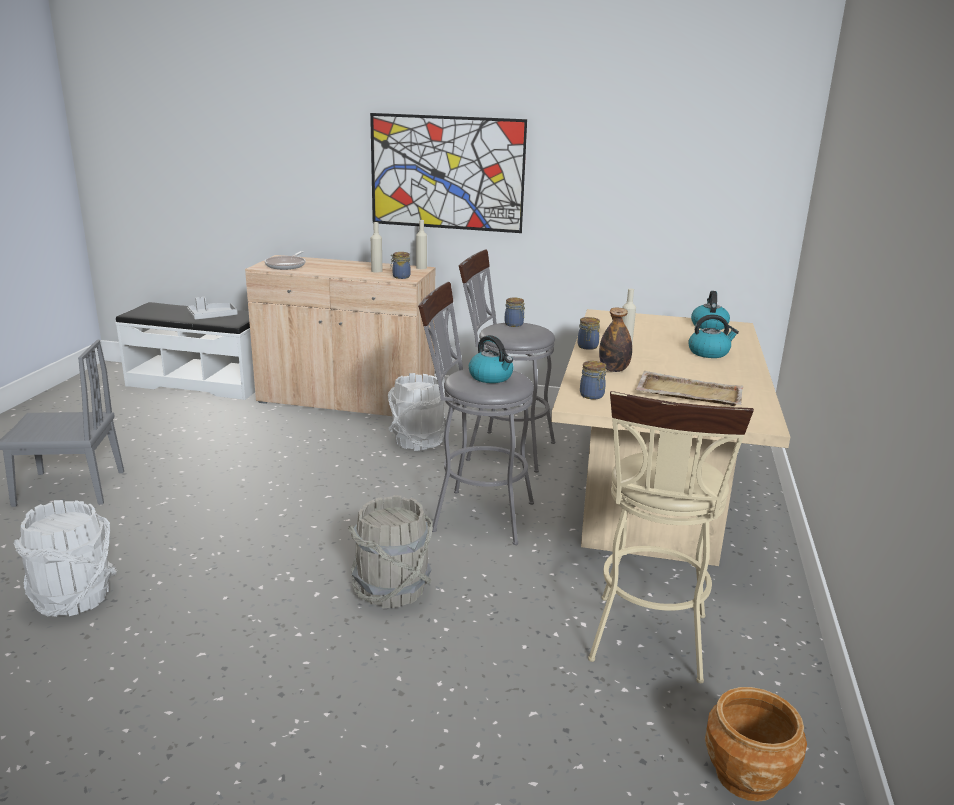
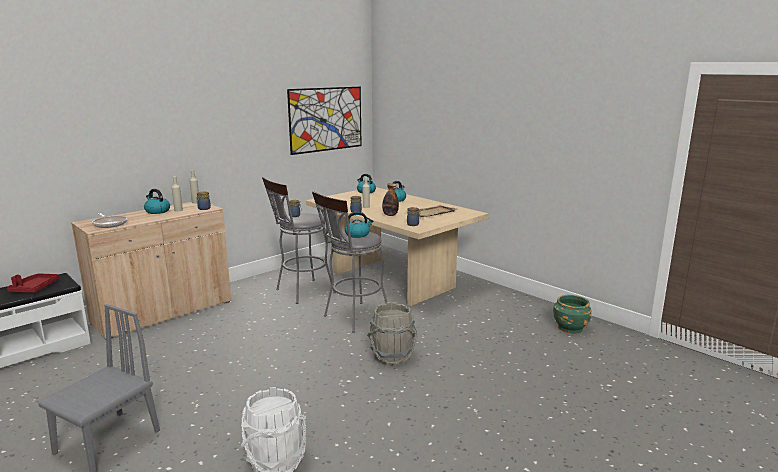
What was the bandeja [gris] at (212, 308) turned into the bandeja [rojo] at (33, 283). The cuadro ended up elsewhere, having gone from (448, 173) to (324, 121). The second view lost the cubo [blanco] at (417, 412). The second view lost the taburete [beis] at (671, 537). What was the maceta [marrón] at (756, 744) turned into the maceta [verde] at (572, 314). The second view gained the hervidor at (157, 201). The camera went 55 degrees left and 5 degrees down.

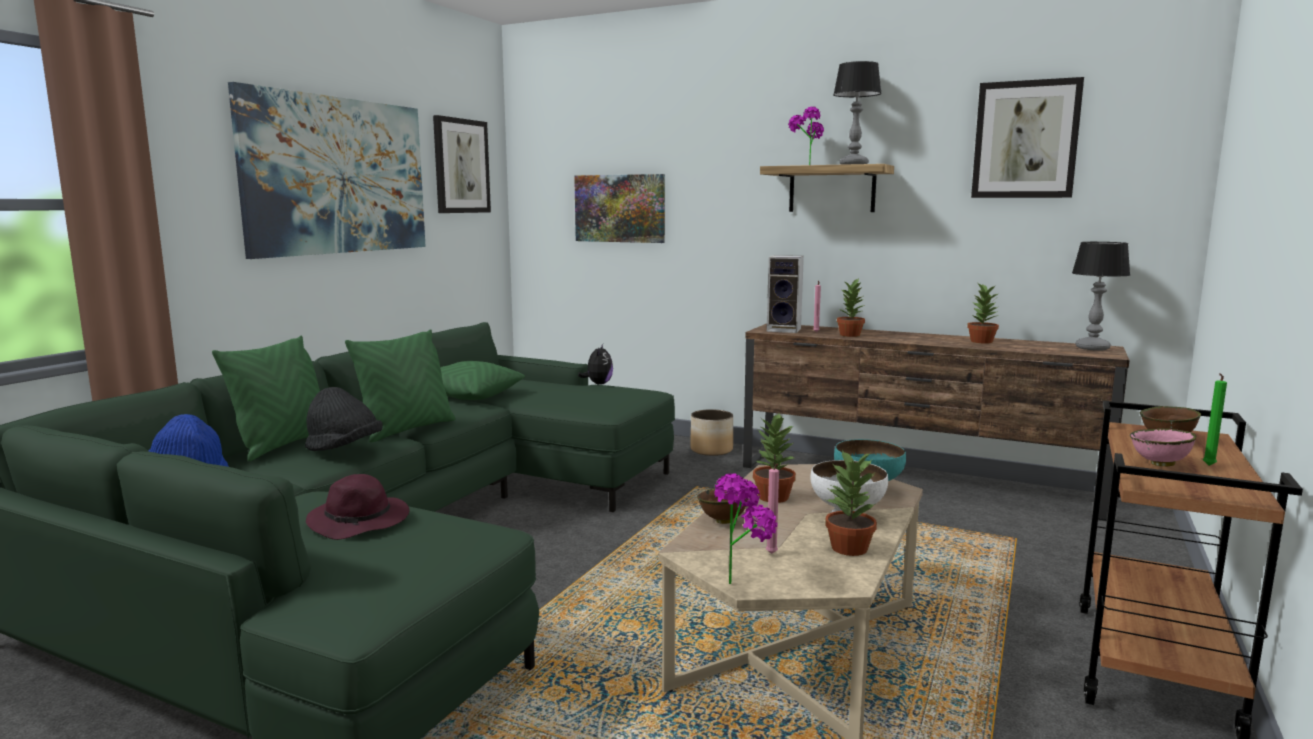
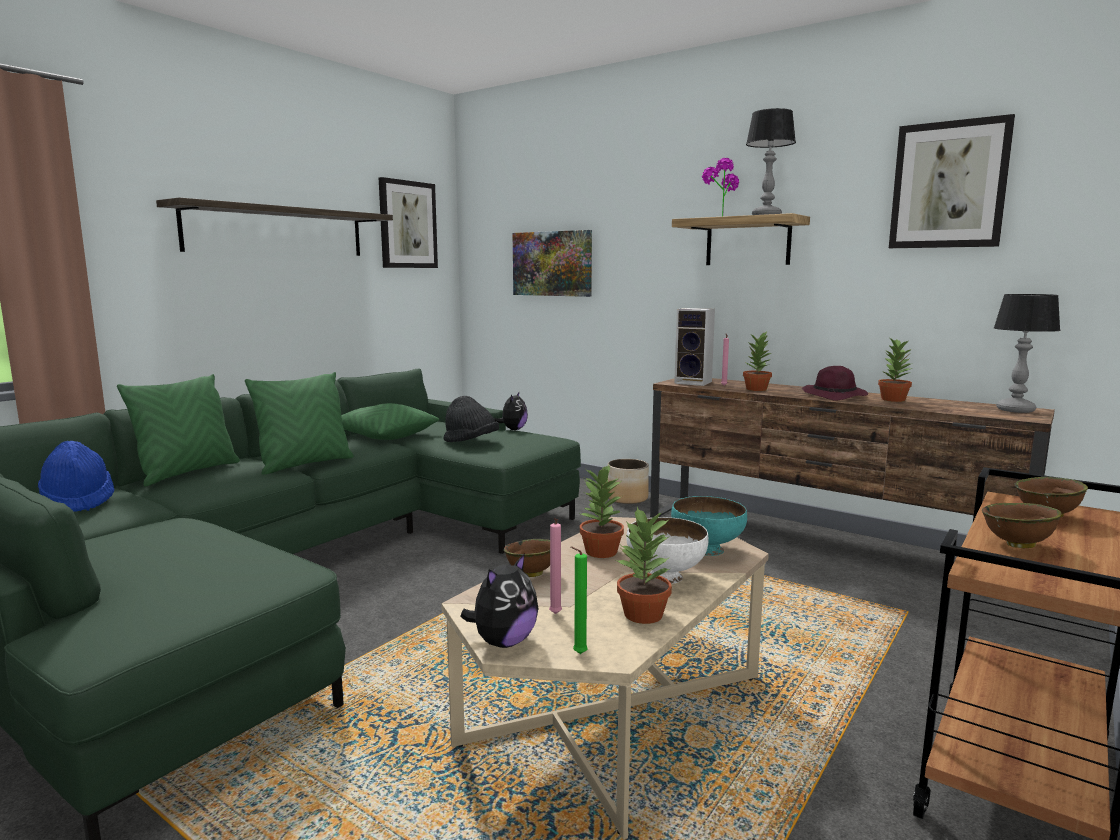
Where the cuadro hung at (327, 170), the estante came to hang at (274, 226). The sombrero [negro] ended up elsewhere, having gone from (344, 419) to (471, 419). The sombrero [morado] ended up elsewhere, having gone from (358, 507) to (835, 383). Where the planta en maceta stood at (745, 528), the peluche came to stand at (499, 600). What was the cuenco [rosa] at (1163, 447) turned into the cuenco [marrón] at (1022, 525). The vela [verde] ended up elsewhere, having gone from (1215, 419) to (579, 600). The camera went 10 degrees right and 0 degrees up.

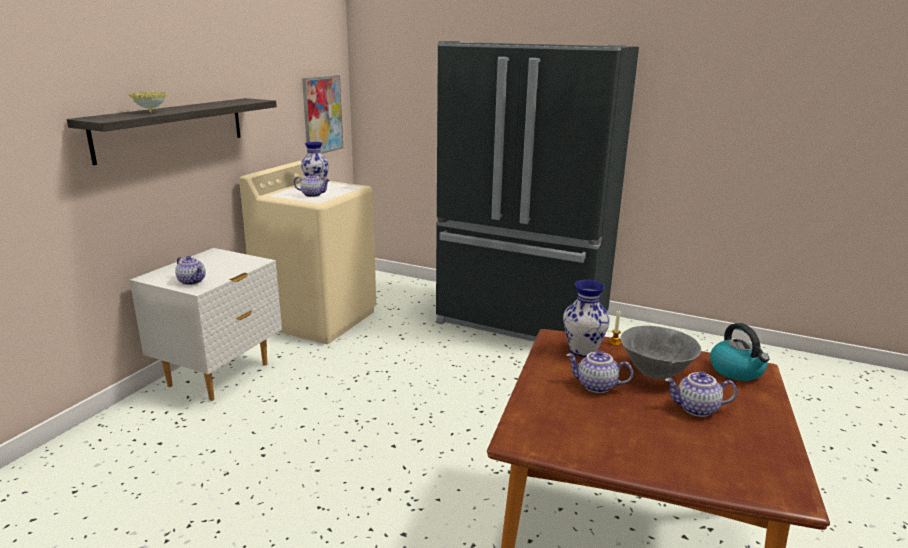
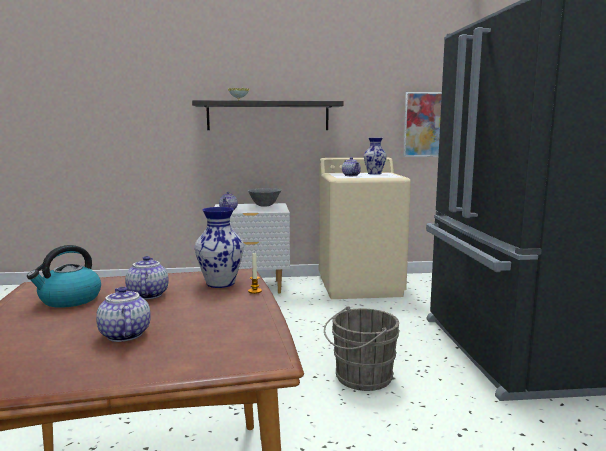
The cuenco [gris] ended up elsewhere, having gone from (660, 352) to (265, 197). The hervidor ended up elsewhere, having gone from (739, 352) to (64, 276). The second view gained the cubo [gris] at (362, 348). The camera went 60 degrees right and 10 degrees down.

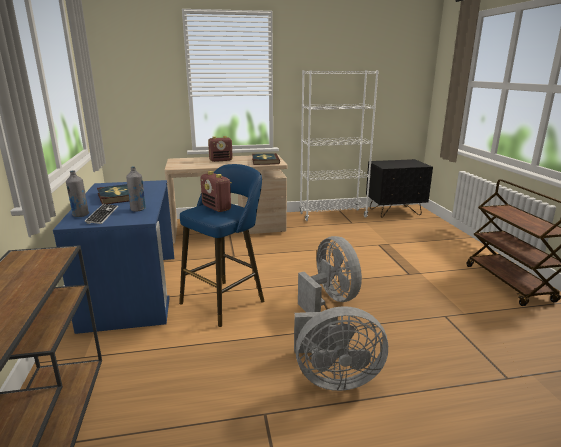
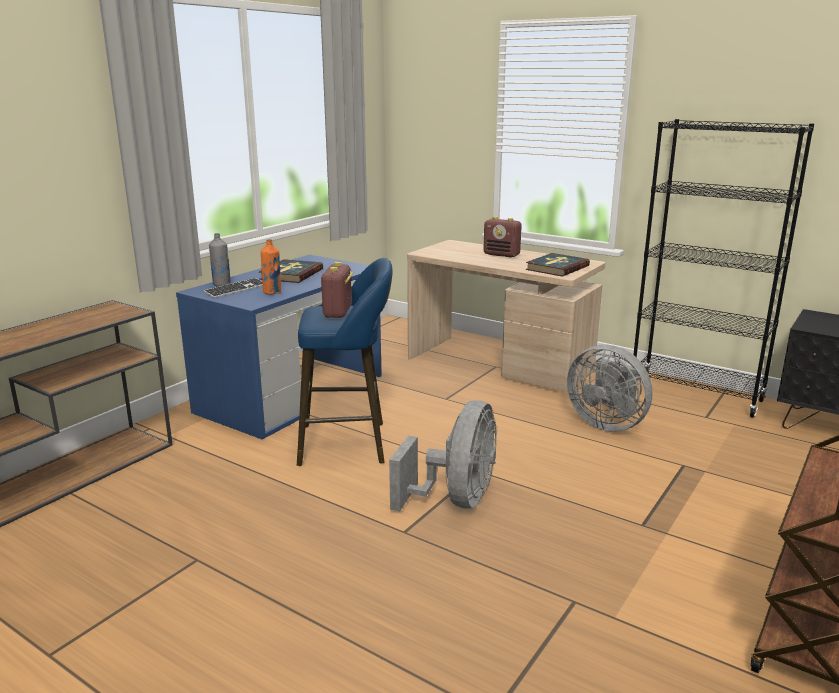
What was the botella [gris] at (136, 189) turned into the botella [naranja] at (271, 267). The ventilador [gris] ended up elsewhere, having gone from (341, 348) to (610, 388). What was the estantería [blanco] at (339, 145) turned into the estantería [negro] at (723, 268). The camera went 45 degrees right and 0 degrees up.

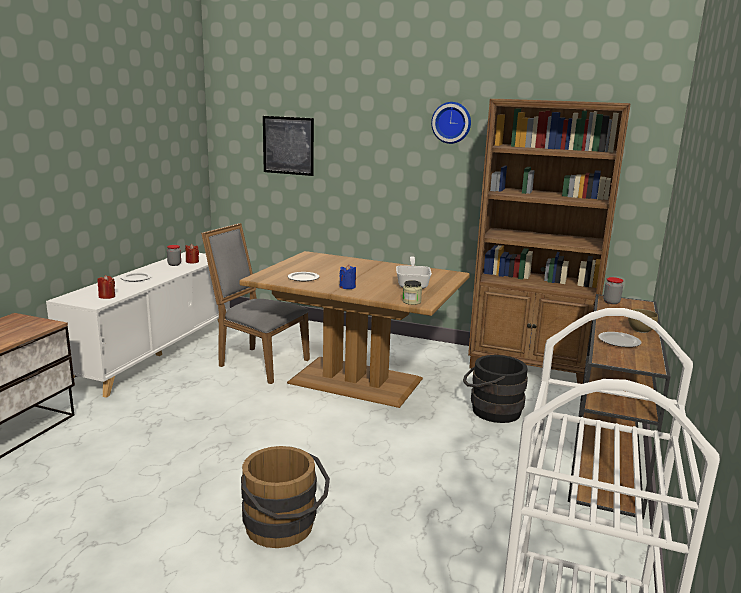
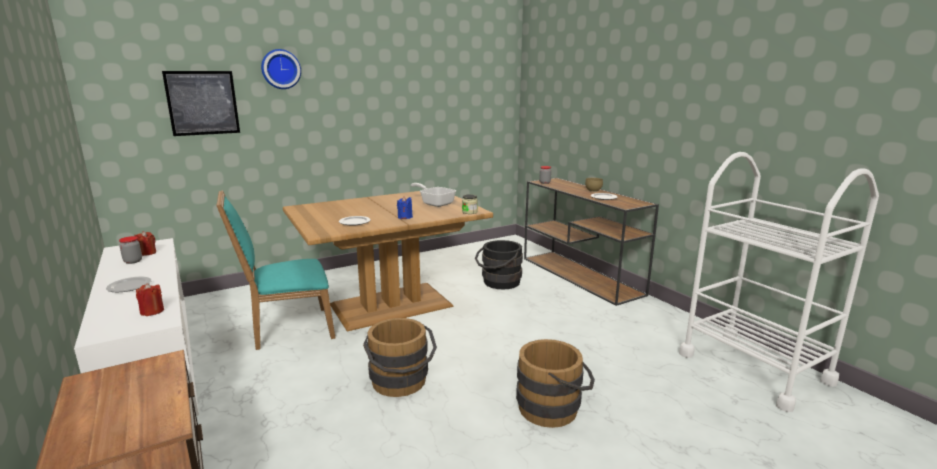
What was the silla [gris] at (255, 303) turned into the silla [turquesa] at (276, 270). The reloj de pared ended up elsewhere, having gone from (451, 123) to (281, 69). The second view lost the estantería [marrón] at (549, 241). The second view gained the cubo [marrón] at (400, 357). The camera went 50 degrees left and 0 degrees up.

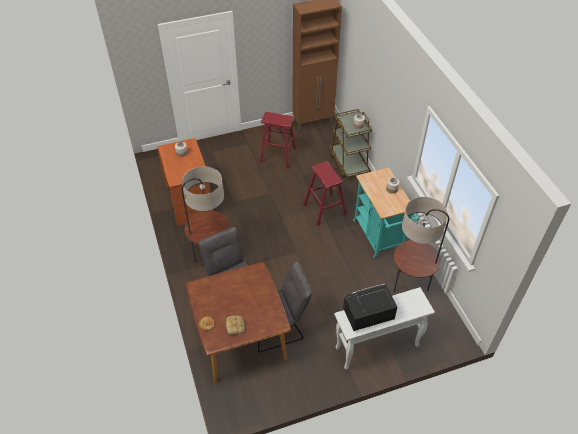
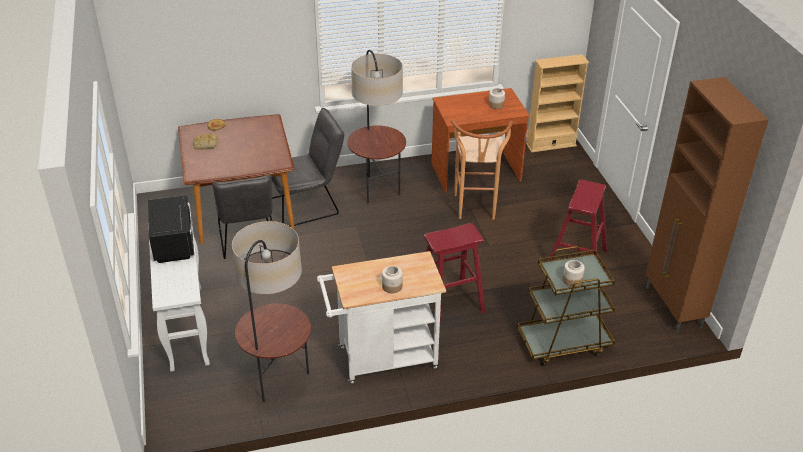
What was the carrito [turquesa] at (386, 212) turned into the carrito [blanco] at (381, 317). The second view gained the taburete [marrón] at (482, 170). The second view gained the estantería [beis] at (557, 103). The camera went 95 degrees right and 10 degrees down.

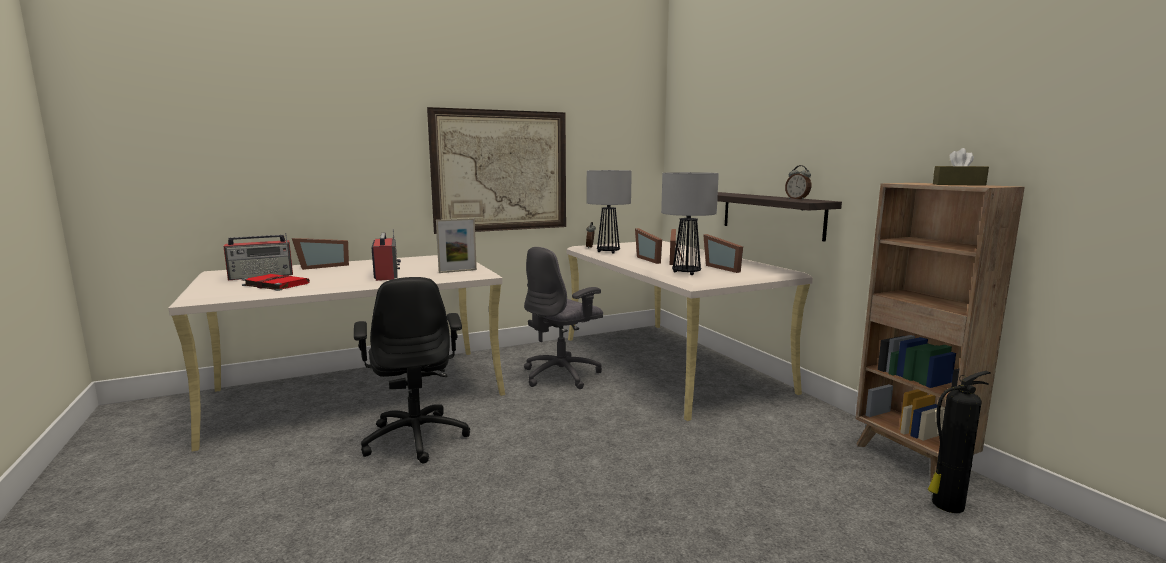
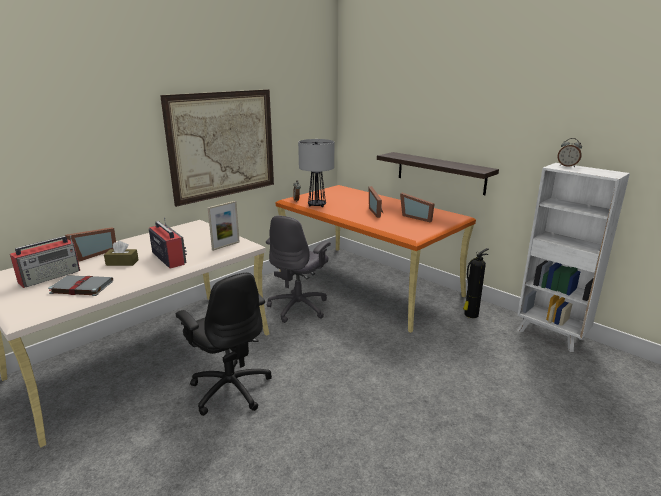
What was the libro [rojo] at (276, 282) turned into the libro [gris] at (80, 285). What was the escritorio [beis] at (689, 331) turned into the escritorio [naranja] at (376, 259). The second view lost the portarretratos at (648, 246). The second view lost the lámpara de mesa at (690, 223). The despertador ended up elsewhere, having gone from (798, 182) to (570, 152). What was the estantería [marrón] at (940, 332) turned into the estantería [blanco] at (573, 257). The extintor ended up elsewhere, having gone from (959, 442) to (476, 283). The caja de pañuelos [marrón] ended up elsewhere, having gone from (961, 167) to (121, 253). The camera went 20 degrees left and 10 degrees up.

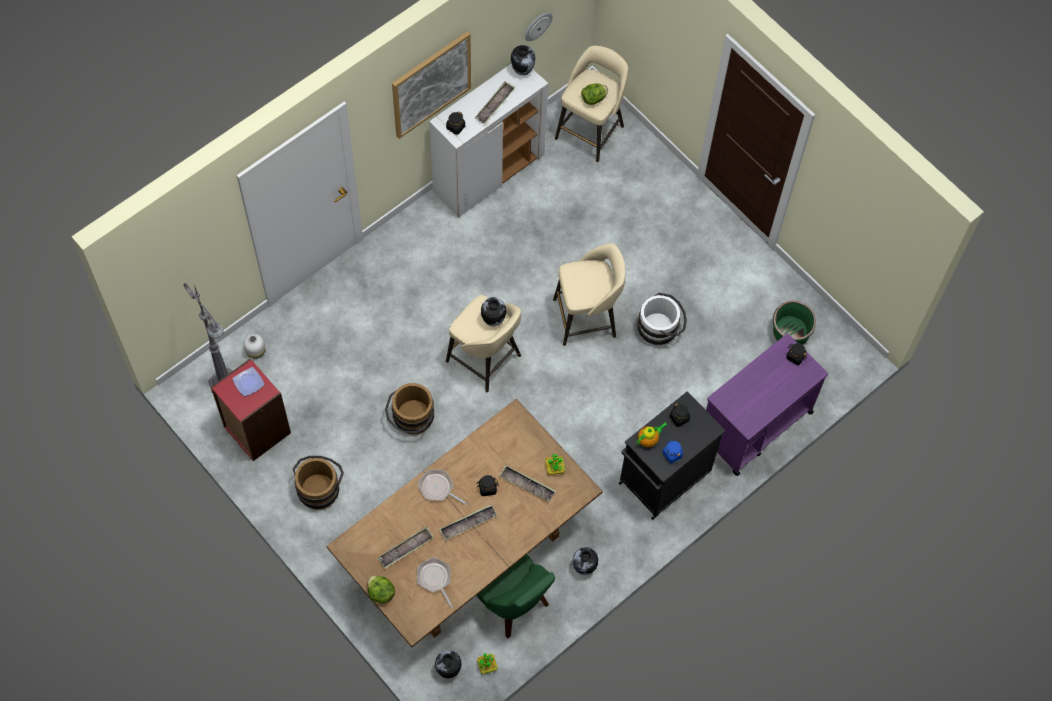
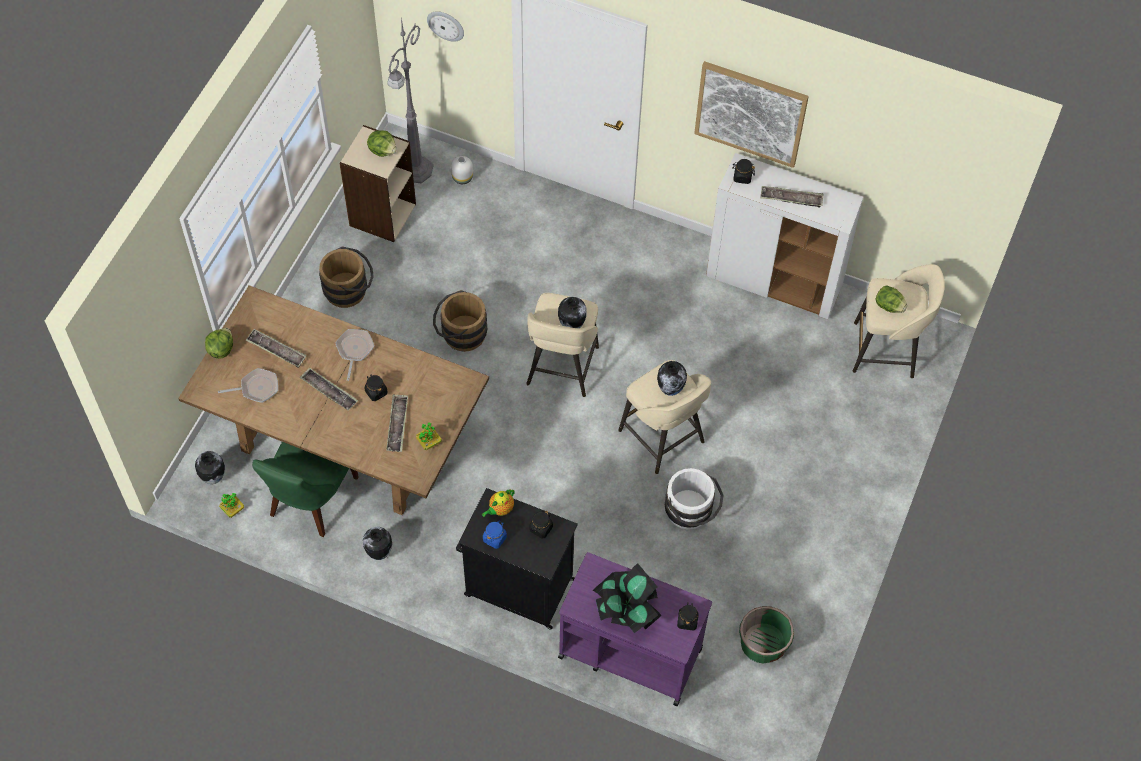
What was the estantería [rojo] at (251, 409) turned into the estantería [beis] at (377, 183). Where the plato stood at (248, 382), the lechuga came to stand at (382, 143). The sartén at (435, 582) ended up facing another way, 45 degrees clockwise from before. The florero ended up elsewhere, having gone from (523, 60) to (672, 378). The reloj de pared ended up elsewhere, having gone from (539, 27) to (445, 27). The tetera at (651, 434) ended up facing another way, 105 degrees clockwise from before. The second view gained the planta en maceta at (626, 598). The camera went 65 degrees right and 5 degrees down.

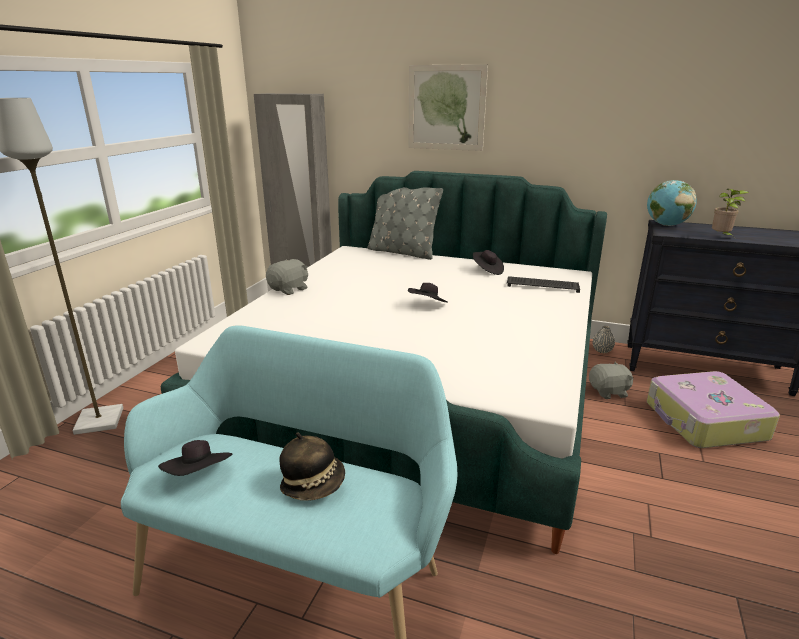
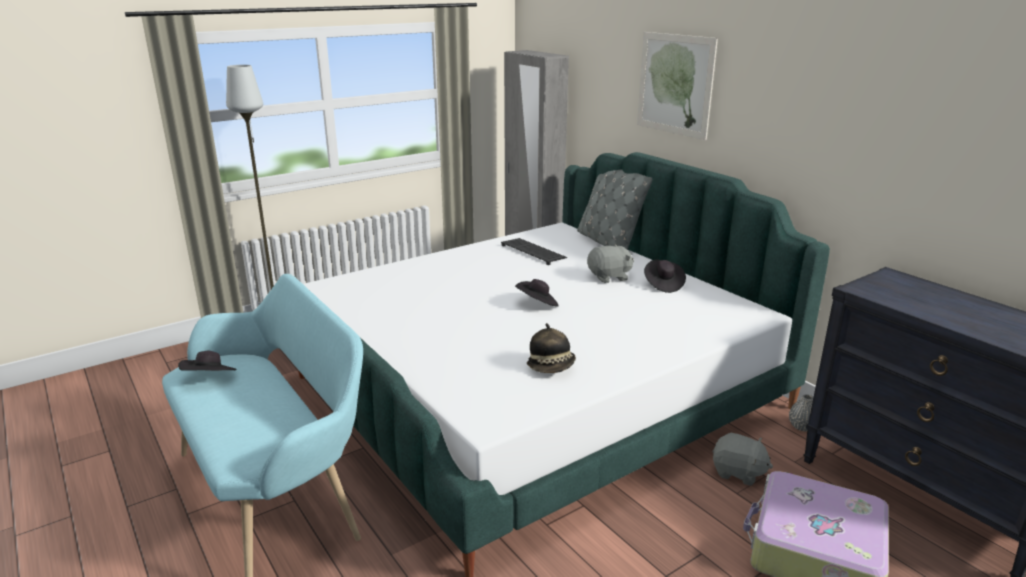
The peluche [gris] ended up elsewhere, having gone from (287, 277) to (610, 263). The sombrero ended up elsewhere, having gone from (312, 466) to (551, 348). The teclado ended up elsewhere, having gone from (543, 284) to (534, 251). The second view lost the globo terráqueo at (672, 203). The second view lost the planta en maceta at (730, 213). The camera went 35 degrees right and 0 degrees up.

